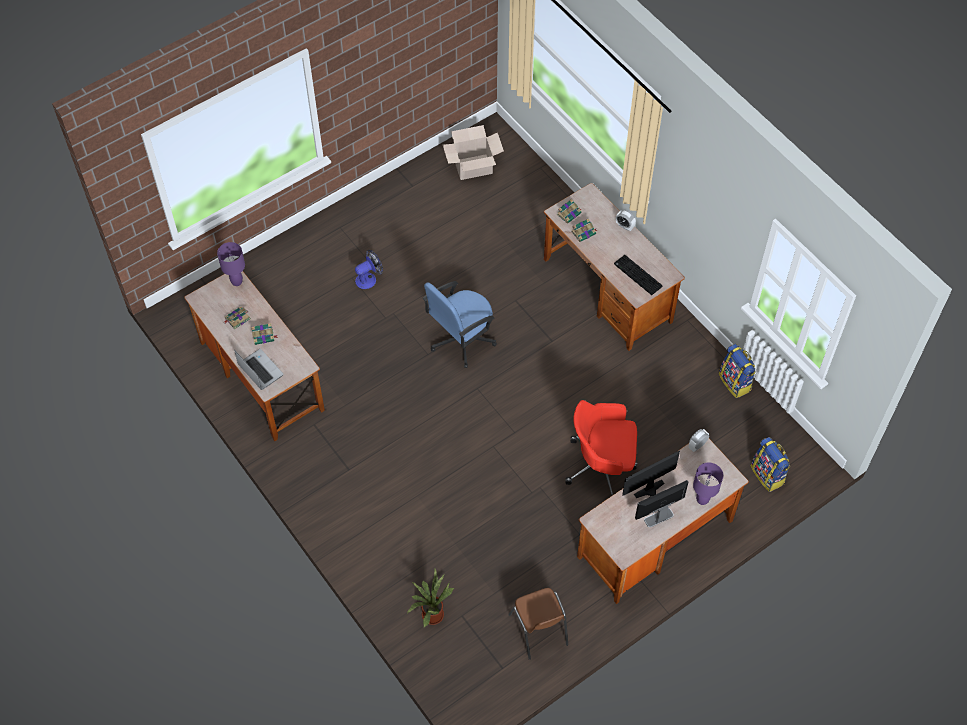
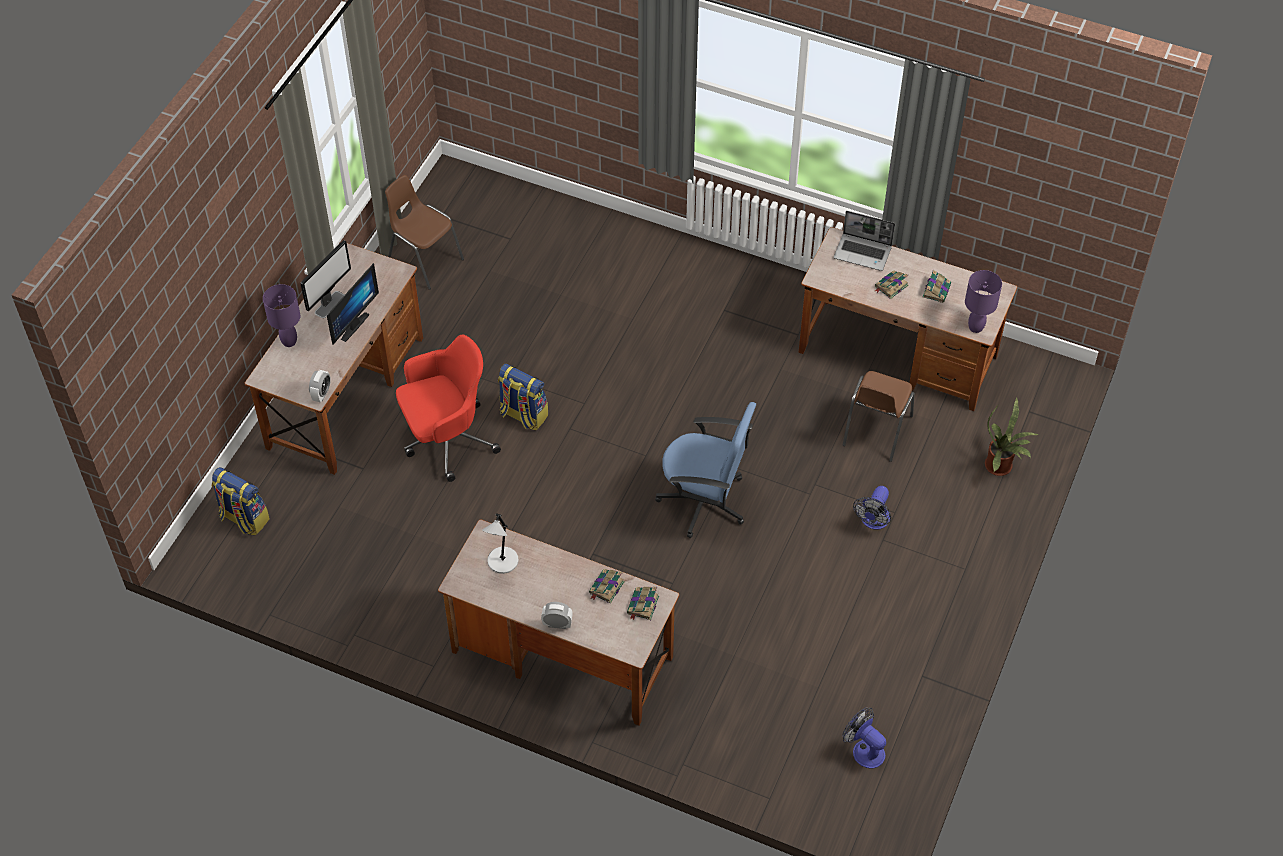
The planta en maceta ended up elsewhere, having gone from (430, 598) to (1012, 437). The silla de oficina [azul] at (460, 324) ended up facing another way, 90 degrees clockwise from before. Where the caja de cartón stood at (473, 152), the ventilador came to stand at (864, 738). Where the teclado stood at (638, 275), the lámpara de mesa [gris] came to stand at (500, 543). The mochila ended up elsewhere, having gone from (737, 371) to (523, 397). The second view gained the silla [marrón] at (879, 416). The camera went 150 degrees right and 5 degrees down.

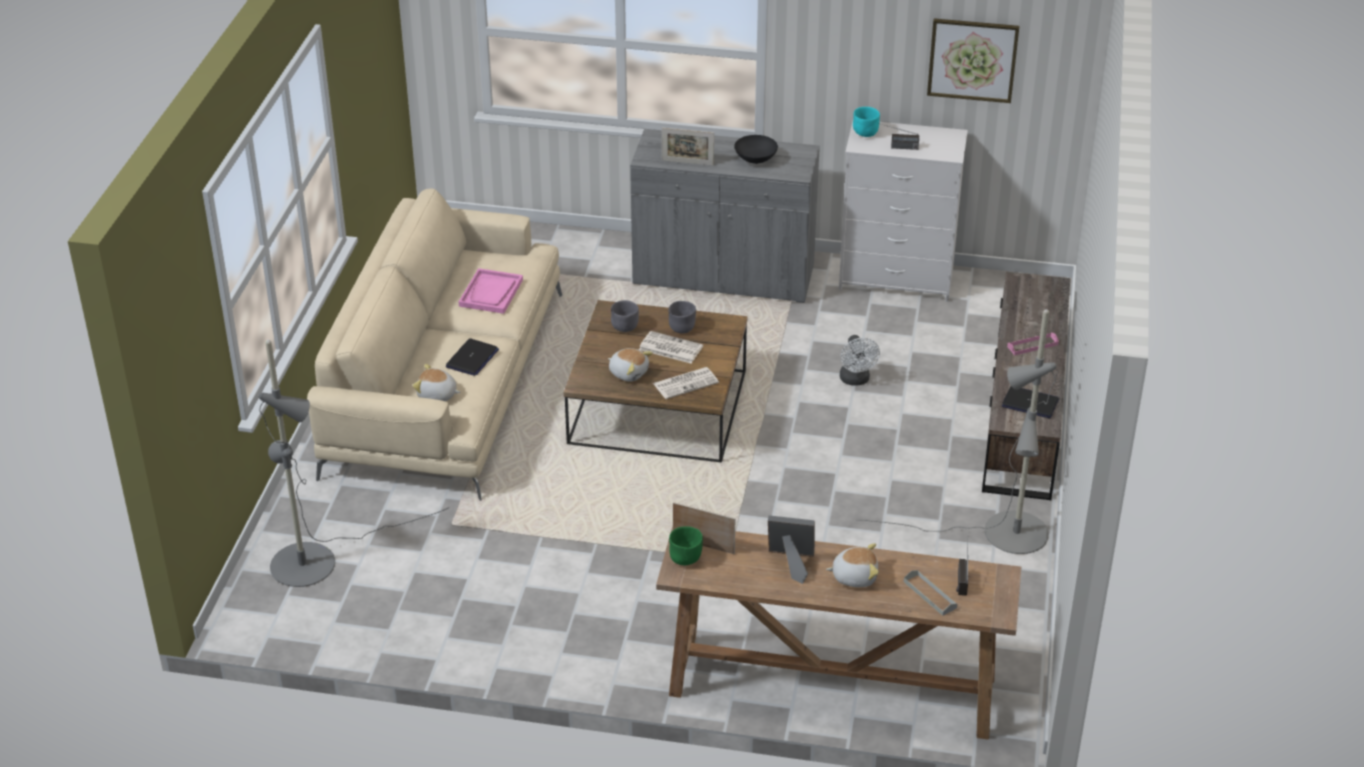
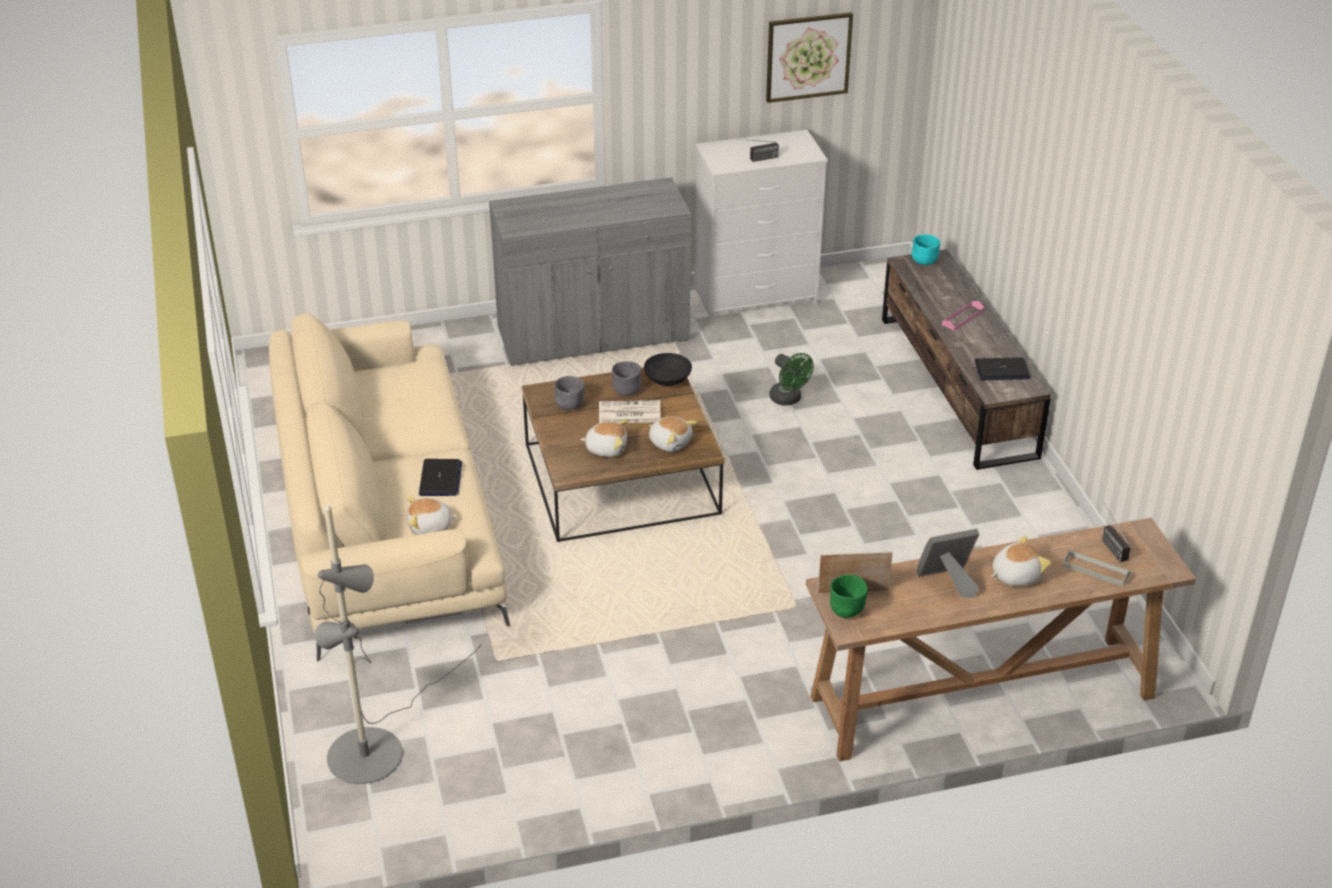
The second view lost the bandeja [rosa] at (491, 291). Where the periódico stood at (686, 383), the peluche came to stand at (673, 434). The second view lost the portarretratos at (688, 147). The cuenco [negro] ended up elsewhere, having gone from (756, 149) to (668, 369). What was the ventilador [blanco] at (860, 360) turned into the ventilador [verde] at (791, 379). The cuenco [turquesa] ended up elsewhere, having gone from (866, 122) to (926, 249). The second view lost the lámpara de pie [gris] at (956, 431). The camera went 25 degrees left and 0 degrees up.

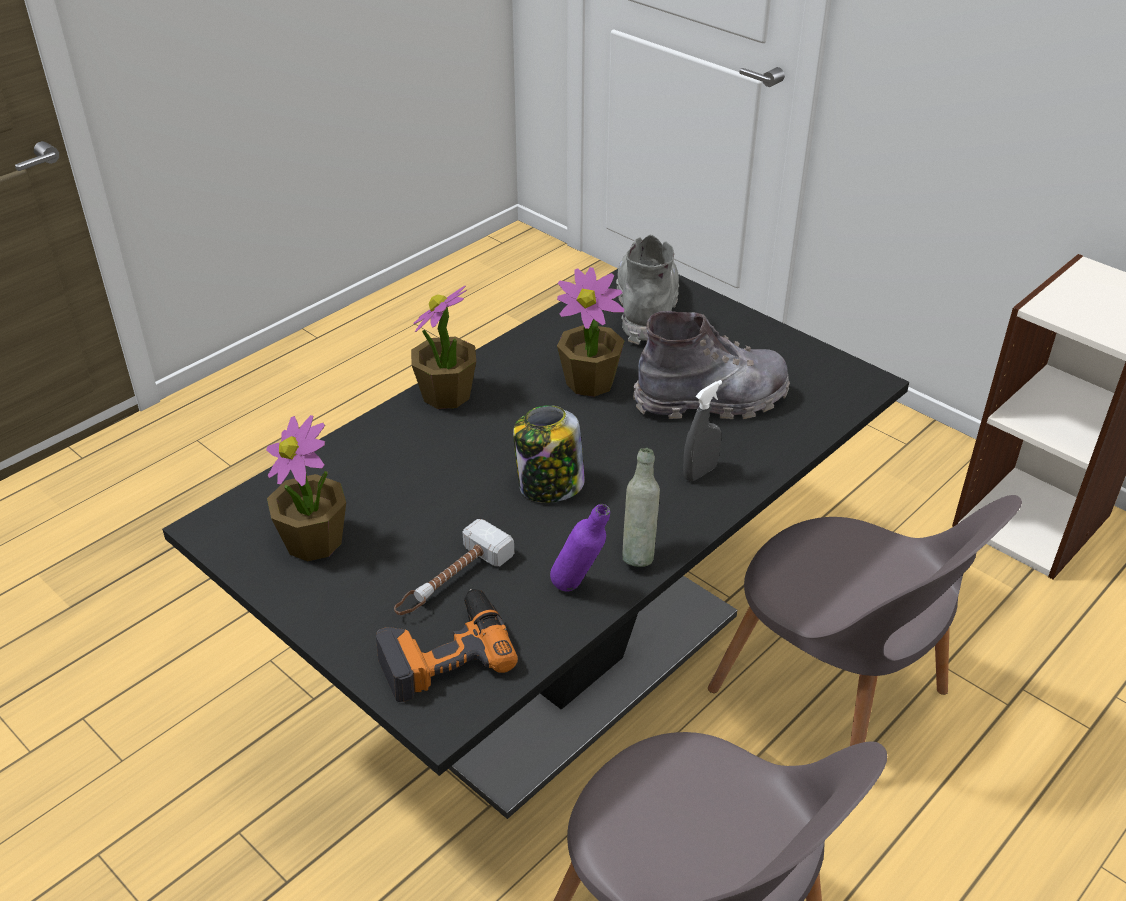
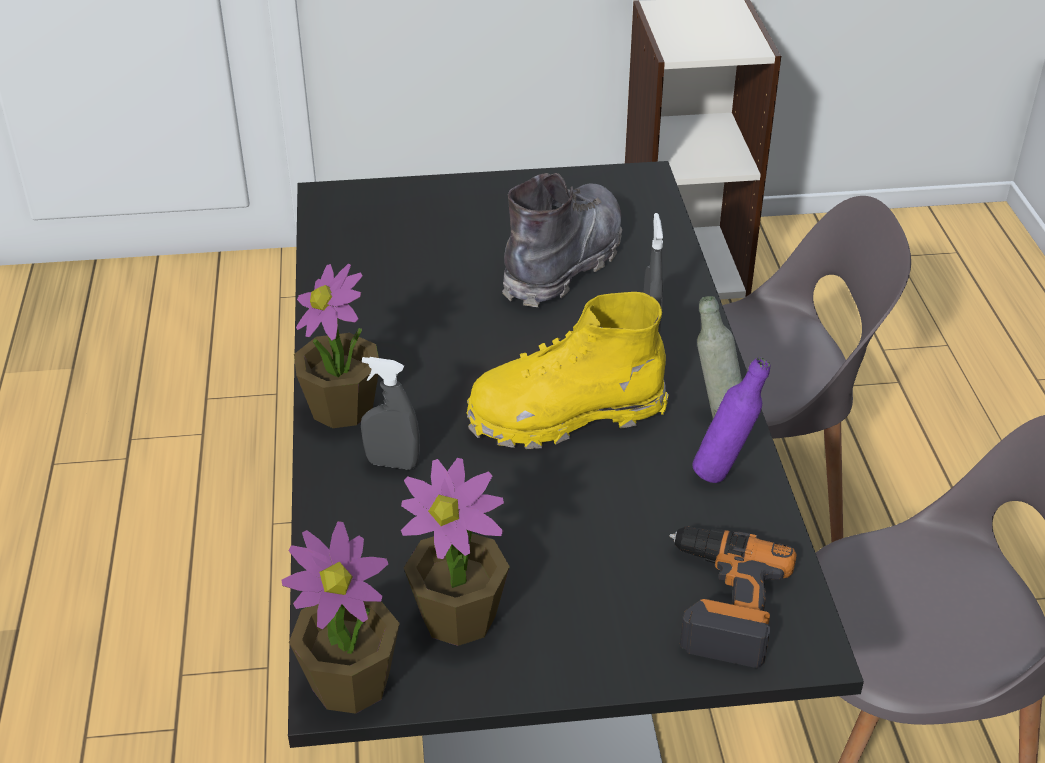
The second view lost the martillo at (454, 567). Where the tarro stood at (549, 454), the bota [amarillo] came to stand at (568, 370). The planta en maceta ended up elsewhere, having gone from (591, 332) to (341, 617). The second view lost the bota [gris] at (647, 290). The second view gained the pulverizador [gris] at (390, 413). The camera went 50 degrees left and 0 degrees up.

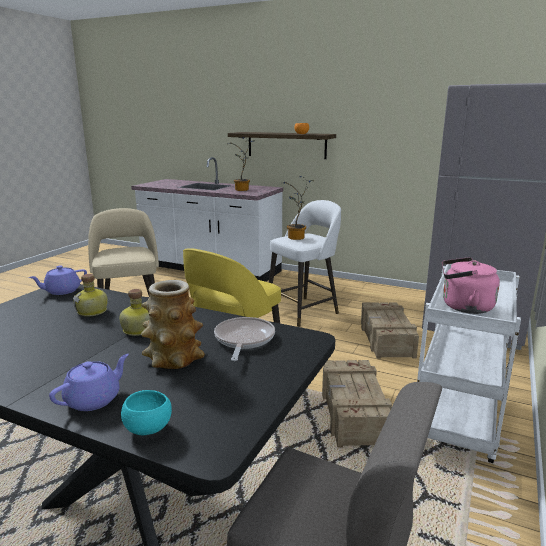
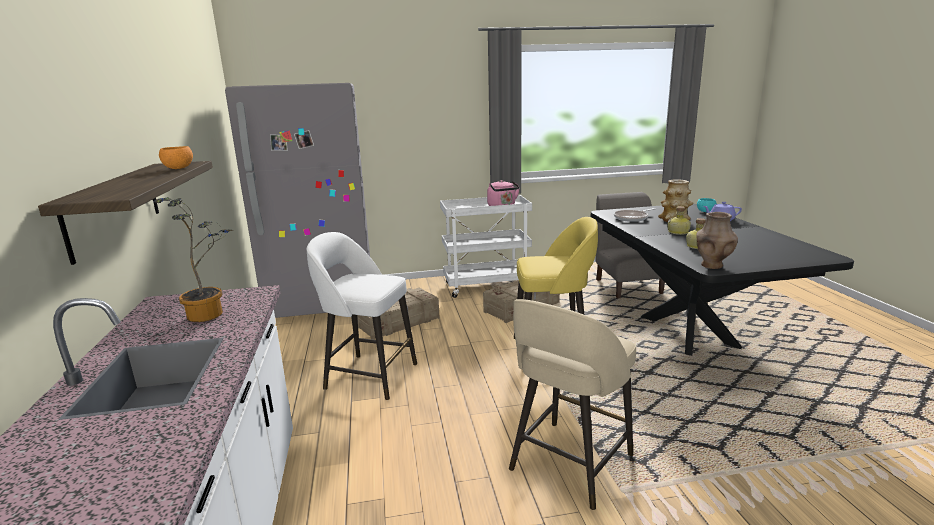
Where the tetera [morado] stood at (58, 280), the florero [marrón] came to stand at (717, 240). The second view lost the planta en maceta at (298, 208). The camera went 125 degrees left and 0 degrees up.

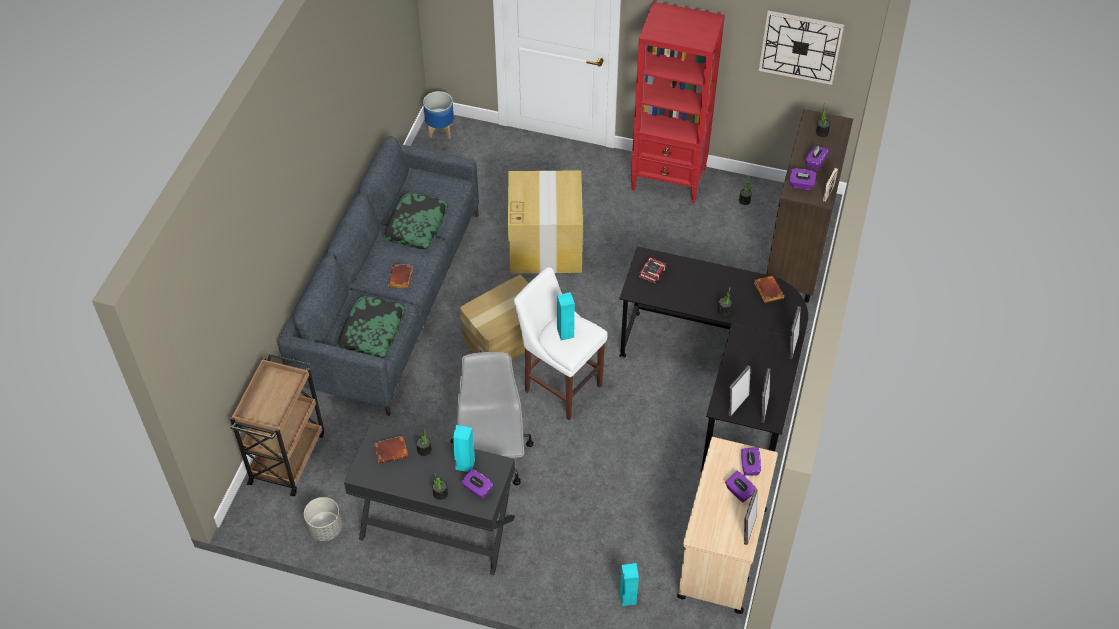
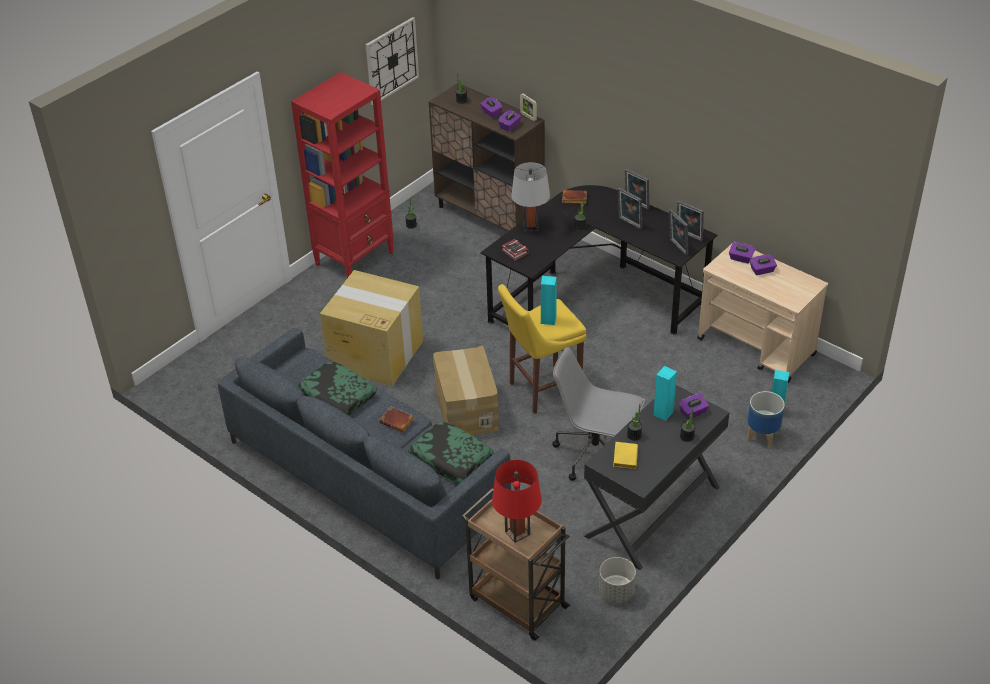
What was the libro [marrón] at (391, 450) turned into the libro [amarillo] at (625, 455). The maceta ended up elsewhere, having gone from (438, 115) to (766, 419). What was the taburete [blanco] at (561, 343) turned into the taburete [amarillo] at (542, 349). The portarretratos ended up elsewhere, having gone from (751, 517) to (630, 208). The second view gained the lámpara de mesa [rojo] at (517, 501). The second view gained the lámpara de mesa [gris] at (530, 197). The camera went 65 degrees left and 10 degrees down.

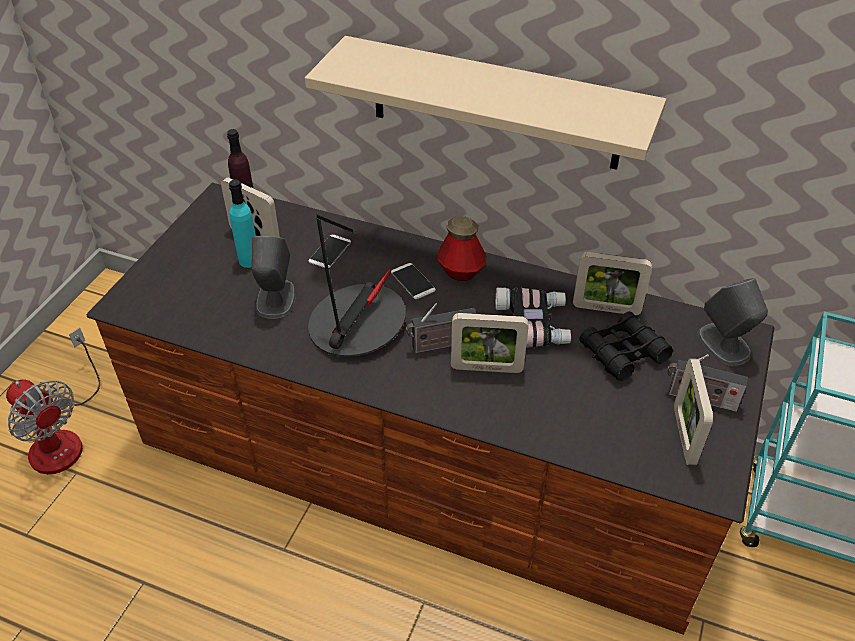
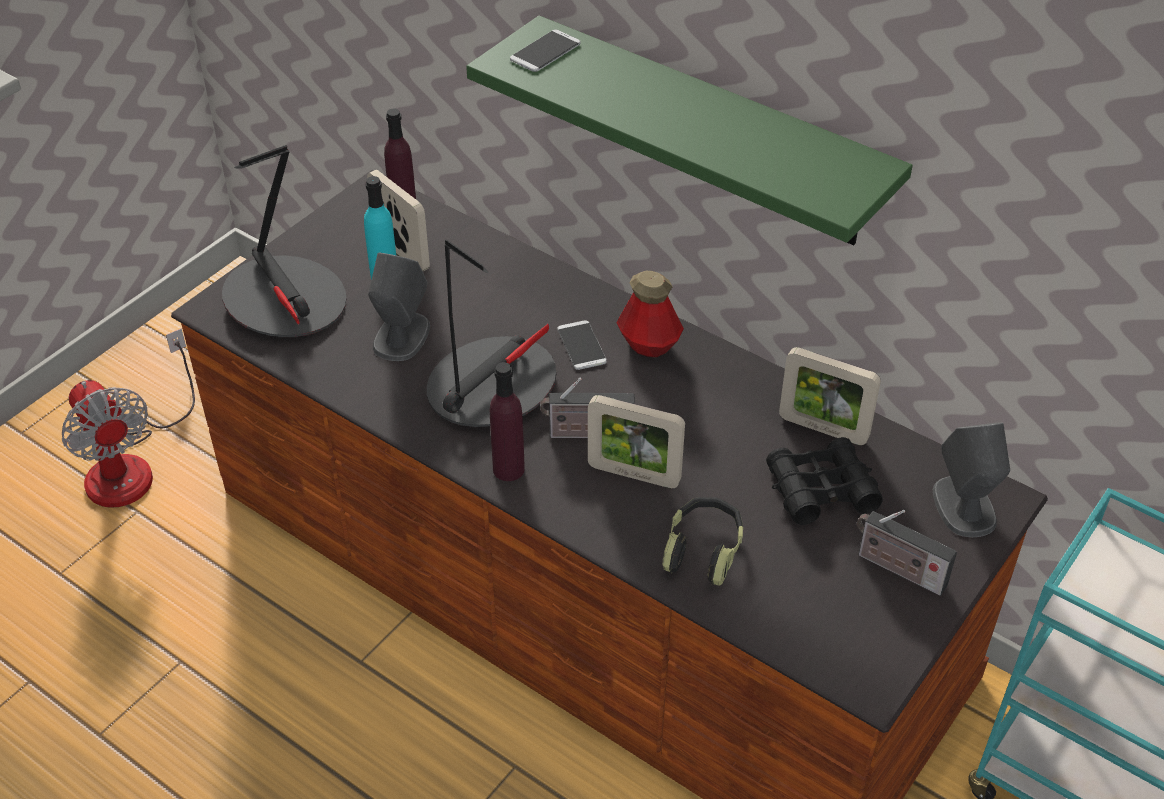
What was the estante [beis] at (485, 103) turned into the estante [verde] at (689, 130). The móvil ended up elsewhere, having gone from (329, 251) to (545, 51). The second view lost the prismáticos at (533, 317). The second view lost the portarretratos at (693, 412). The second view gained the lámpara de mesa at (284, 241). The second view gained the botella [morado] at (507, 421). The second view gained the auriculares at (702, 541). The camera went 15 degrees right and 0 degrees up.

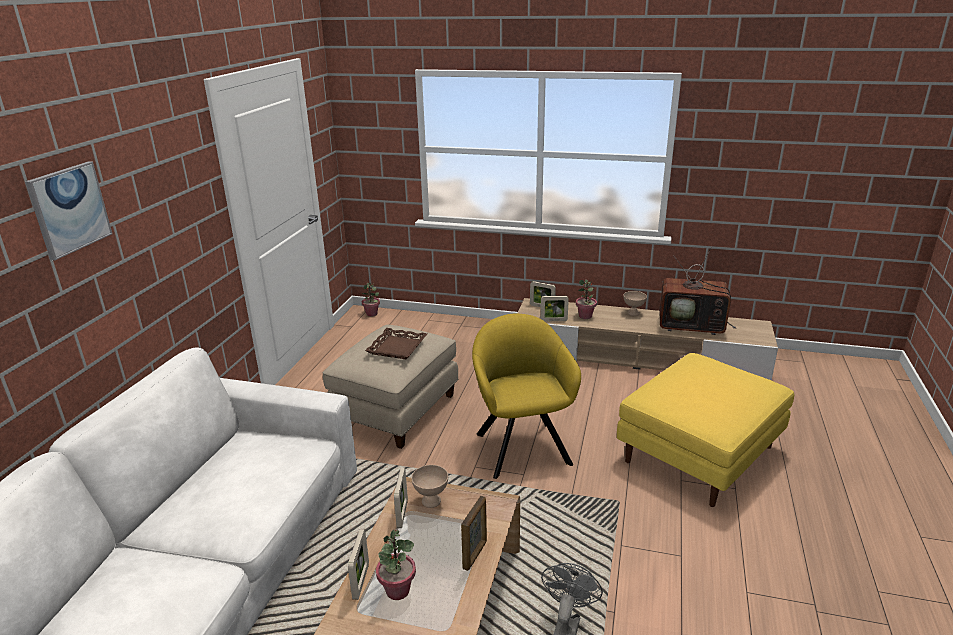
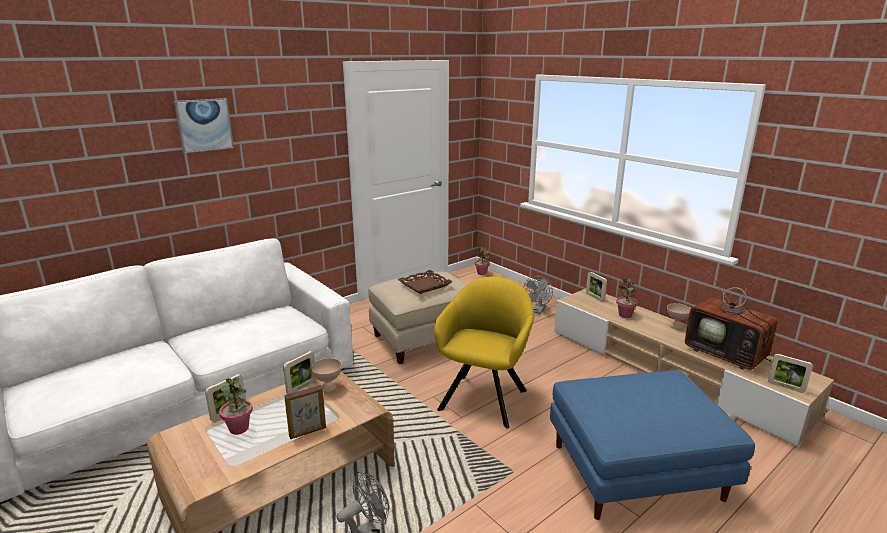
The portarretratos ended up elsewhere, having gone from (555, 308) to (790, 373). What was the puf [amarillo] at (705, 430) turned into the puf [azul] at (652, 445). The second view gained the ventilador [gris] at (538, 295). The camera went 35 degrees right and 5 degrees down.

